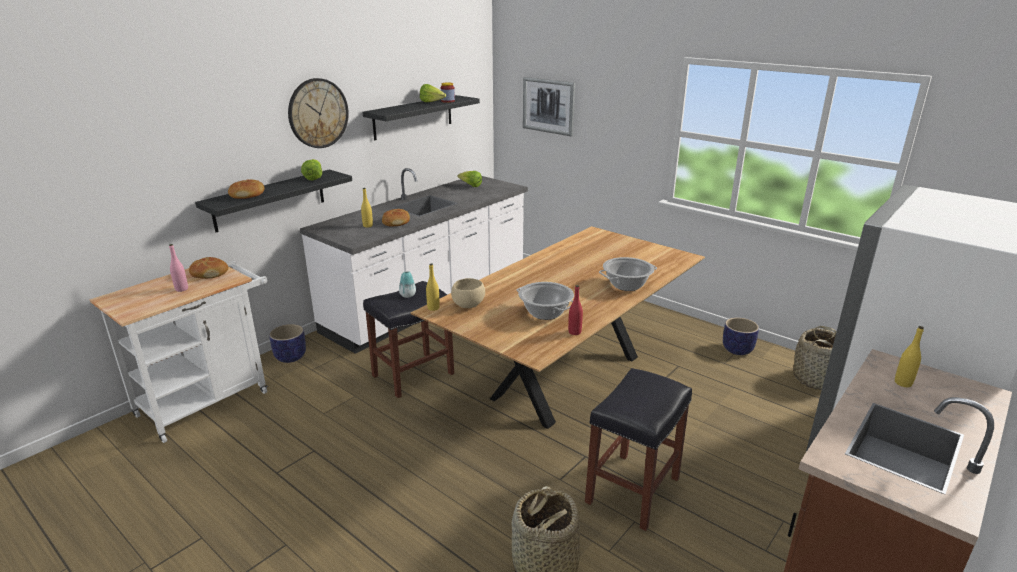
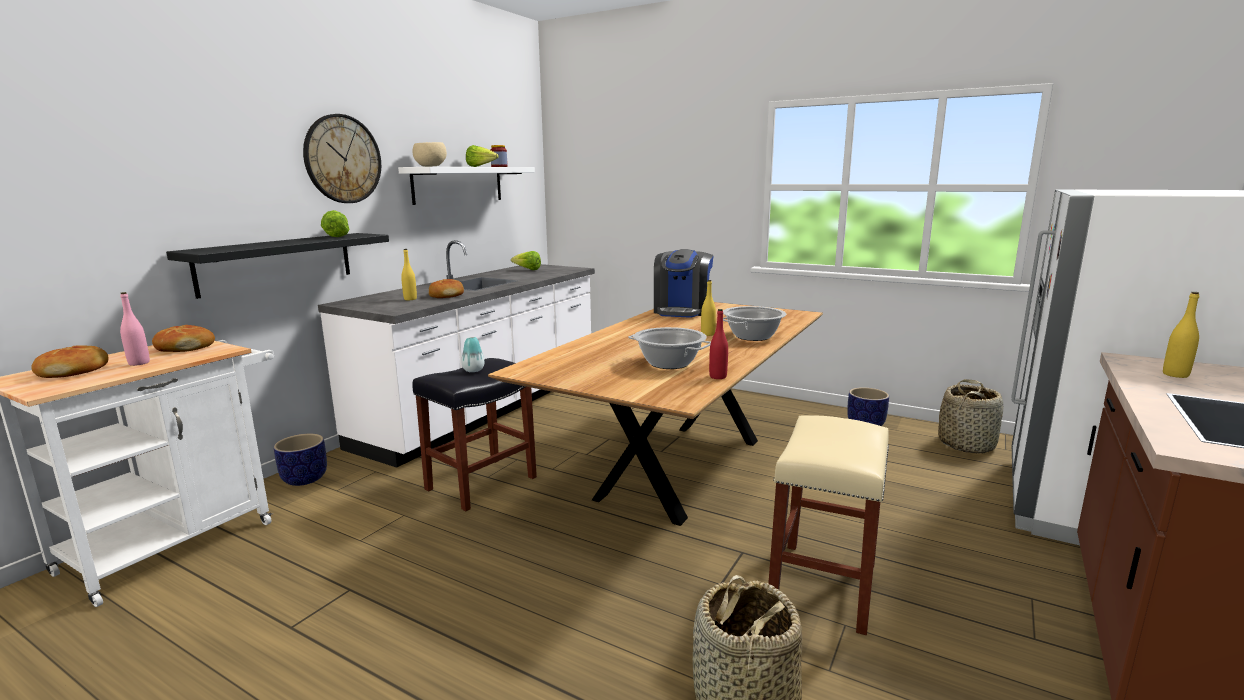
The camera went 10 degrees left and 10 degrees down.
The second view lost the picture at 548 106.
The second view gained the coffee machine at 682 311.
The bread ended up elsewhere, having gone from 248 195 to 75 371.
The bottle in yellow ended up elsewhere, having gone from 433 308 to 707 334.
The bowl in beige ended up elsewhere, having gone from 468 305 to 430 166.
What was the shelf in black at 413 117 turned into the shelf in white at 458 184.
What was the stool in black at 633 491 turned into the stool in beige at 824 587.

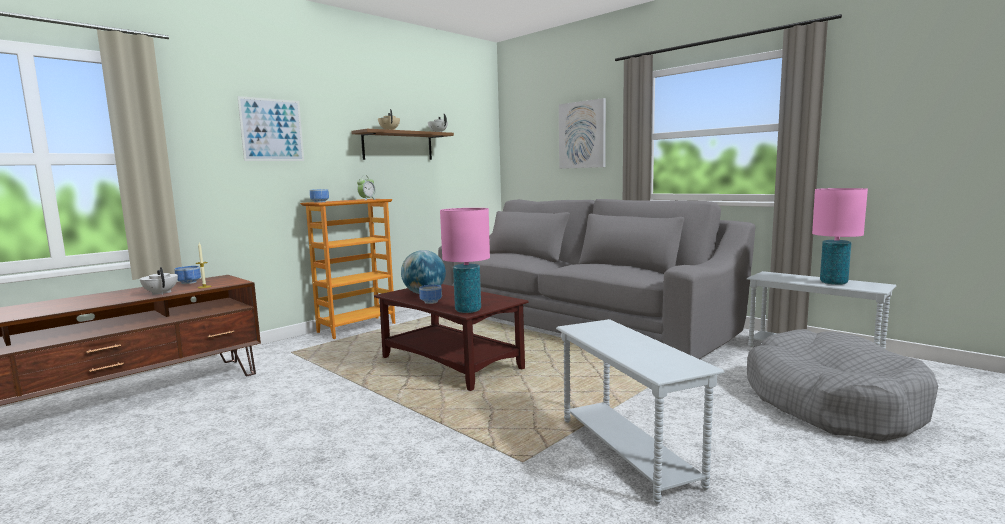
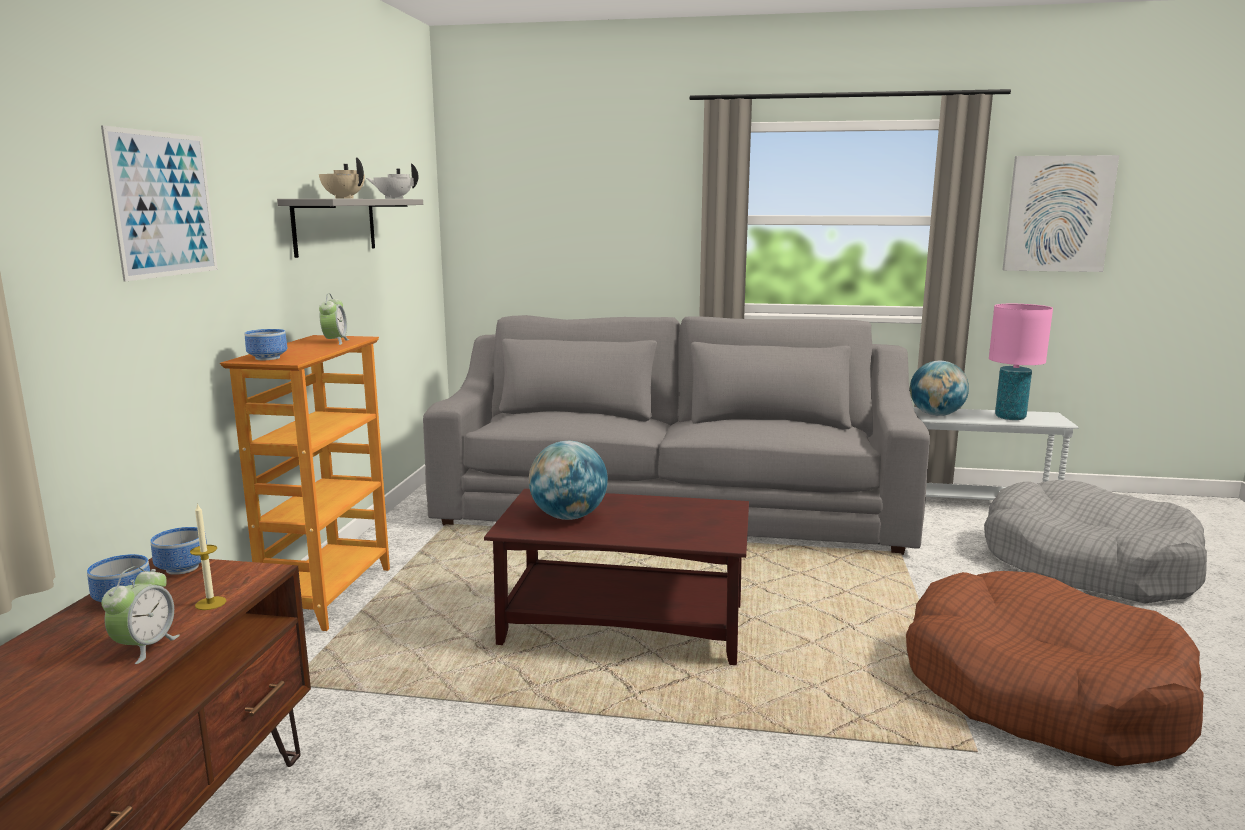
The camera went 35 degrees left and 5 degrees up.
The second view lost the table lamp in pink at 468 310.
The second view gained the globe at 936 415.
The bowl ended up elsewhere, having gone from 432 302 to 185 568.
The picture ended up elsewhere, having gone from 582 135 to 1058 214.
Where the teapot in white stood at 161 293, the alarm clock came to stand at 145 647.
Where the side table in white stood at 628 452, the dog bed in brown came to stand at 1041 691.
What was the shelf in brown at 398 146 turned into the shelf in grey at 335 225.

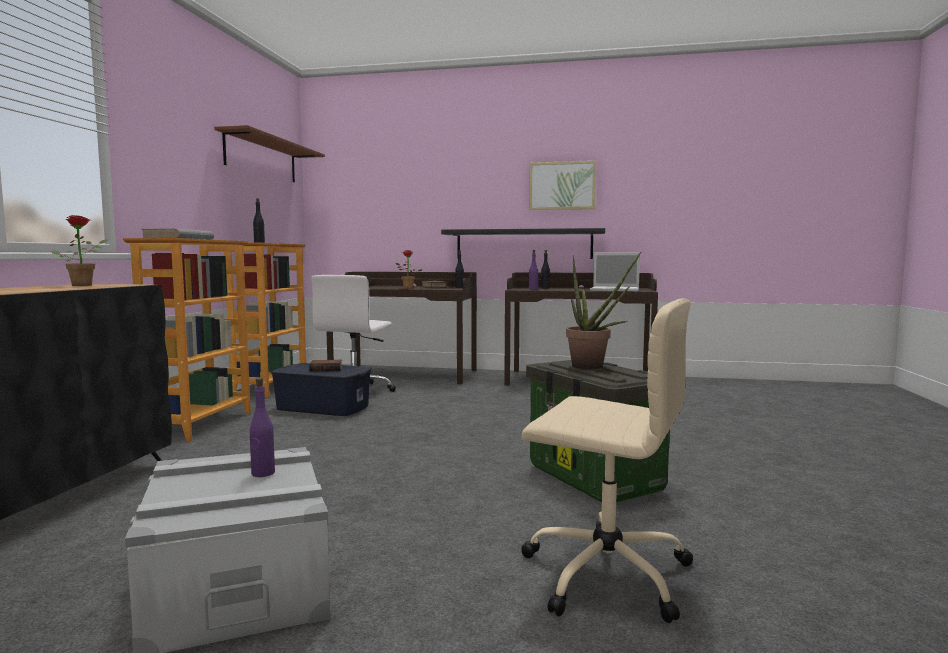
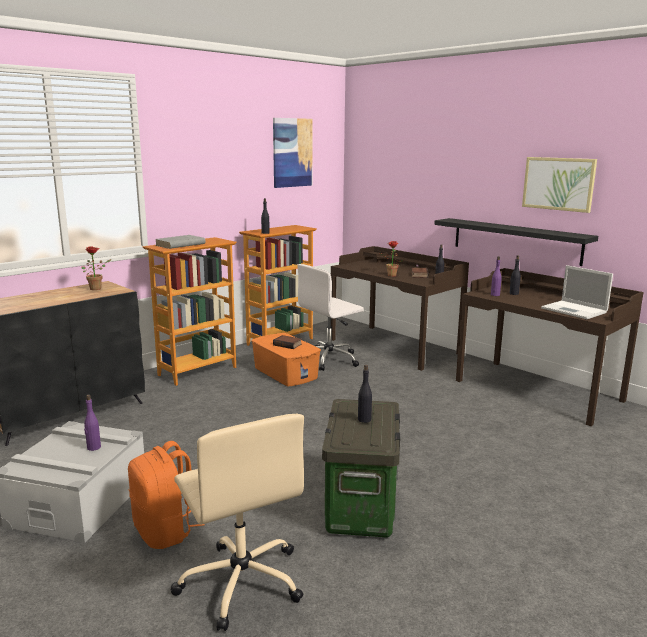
The camera went 35 degrees right and 10 degrees up.
The second view gained the backpack in orange at 164 532.
Where the shelf in brown hung at 261 158, the picture came to hang at 292 152.
Where the potted plant stood at 593 367, the bottle in black came to stand at 364 419.
What was the storage box in blue at 323 407 turned into the storage box in orange at 285 373.

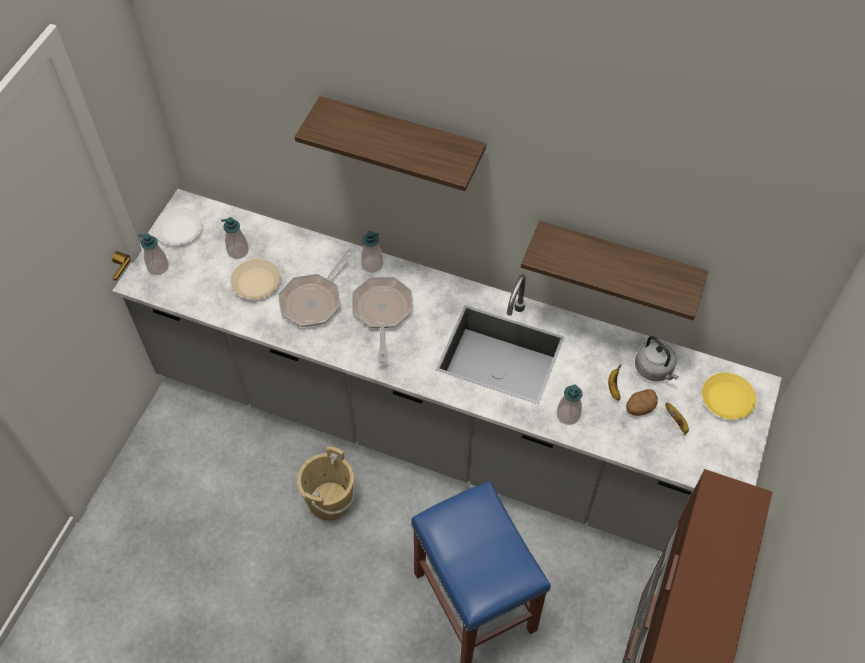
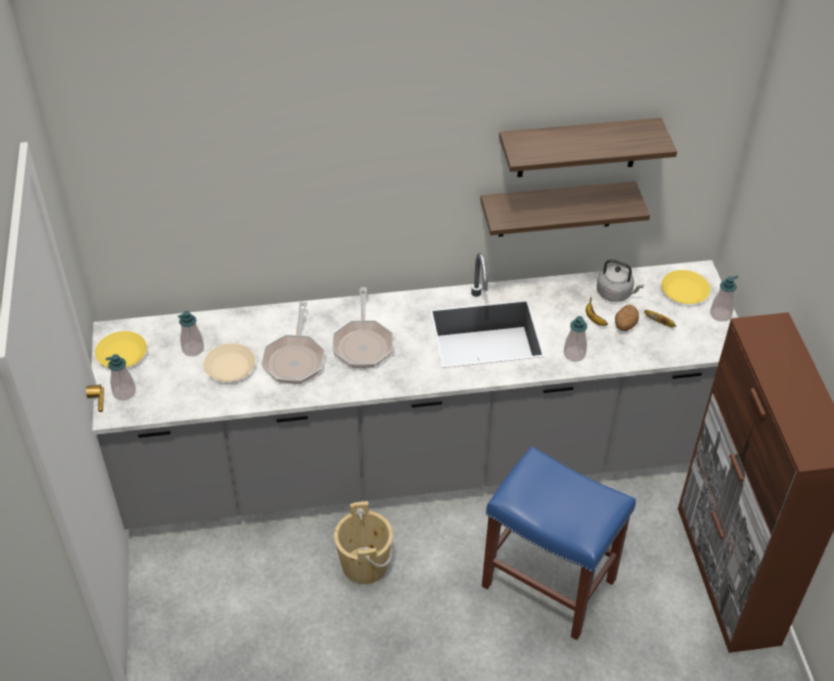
The camera went 30 degrees left and 10 degrees down.
The shelf ended up elsewhere, having gone from 402 141 to 577 148.
The soap dispenser ended up elsewhere, having gone from 372 264 to 720 314.
What was the plate in white at 179 230 turned into the plate in yellow at 121 354.
The frying pan at 382 312 ended up facing another way, 150 degrees counterclockwise from before.

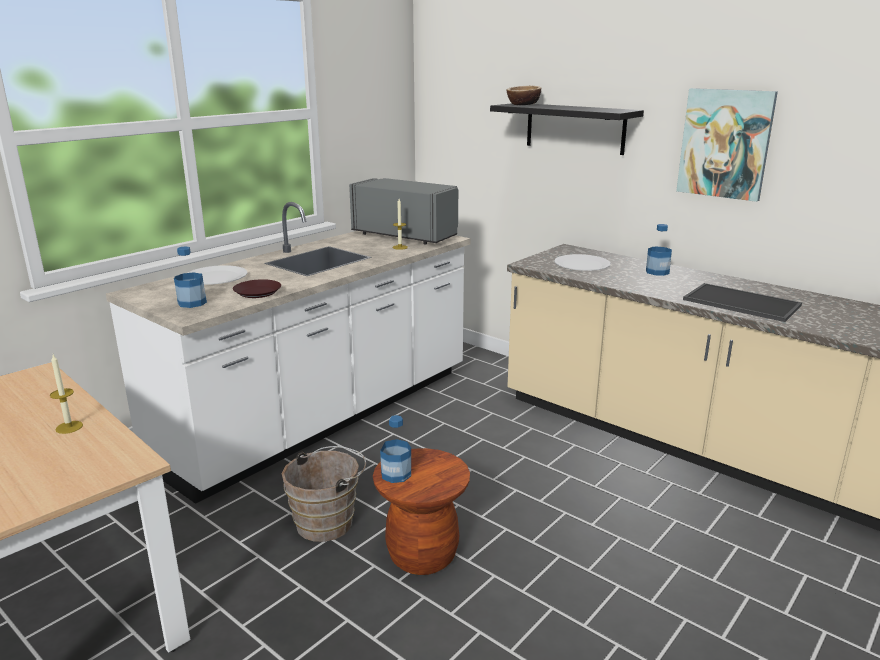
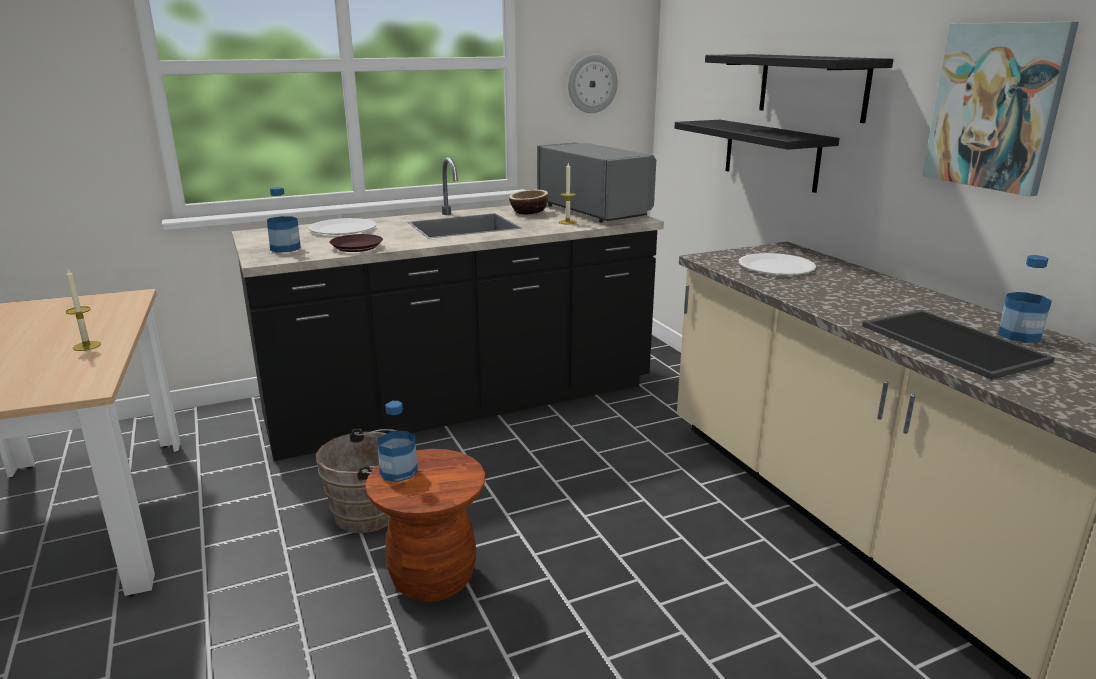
The camera went 25 degrees right and 0 degrees up.
The second view gained the wall clock at 592 84.
The second view gained the shelf in black at 771 154.
The bowl ended up elsewhere, having gone from 523 104 to 529 212.
The bottle ended up elsewhere, having gone from 657 272 to 1019 335.
What was the counter in white at 321 416 turned into the counter in black at 461 403.

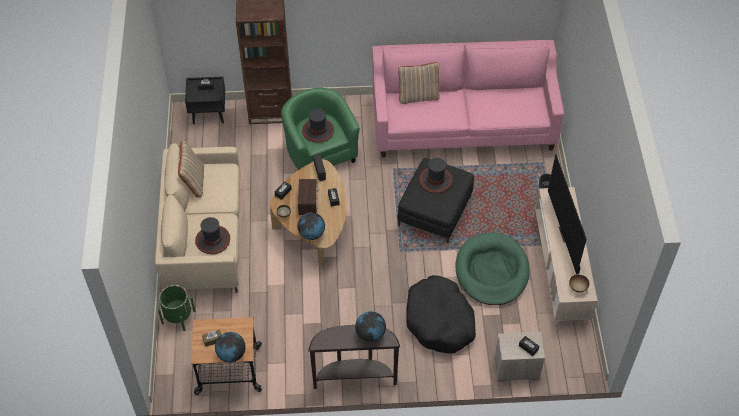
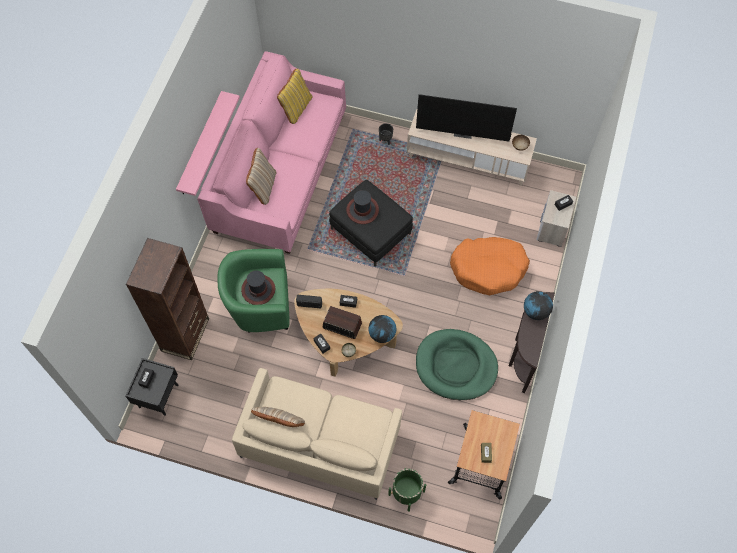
The camera went 70 degrees left and 10 degrees up.
The second view lost the hat at 212 240.
The second view lost the globe at 231 354.
The second view gained the shelf in pink at 200 144.
The second view gained the pillow in yellow at 296 108.
The dog bed in green ended up elsewhere, having gone from 492 271 to 456 366.
What was the dog bed in black at 440 321 turned into the dog bed in orange at 488 268.

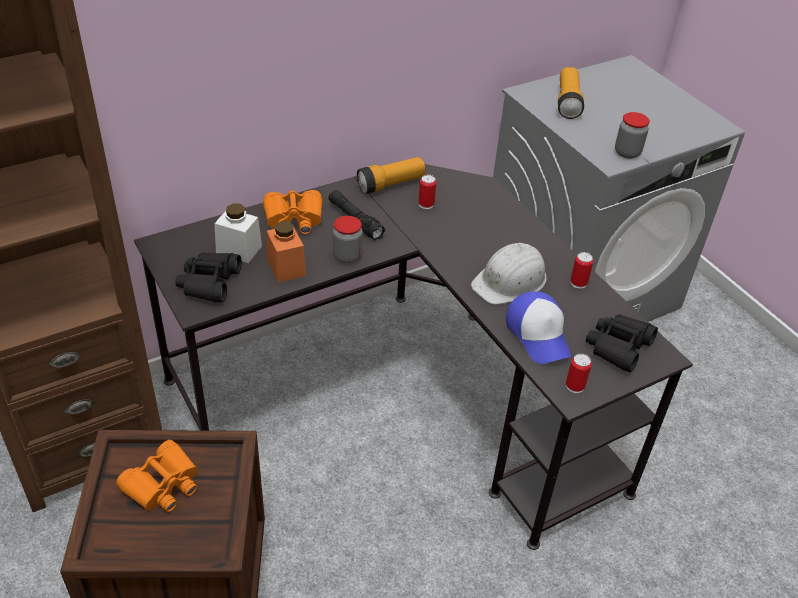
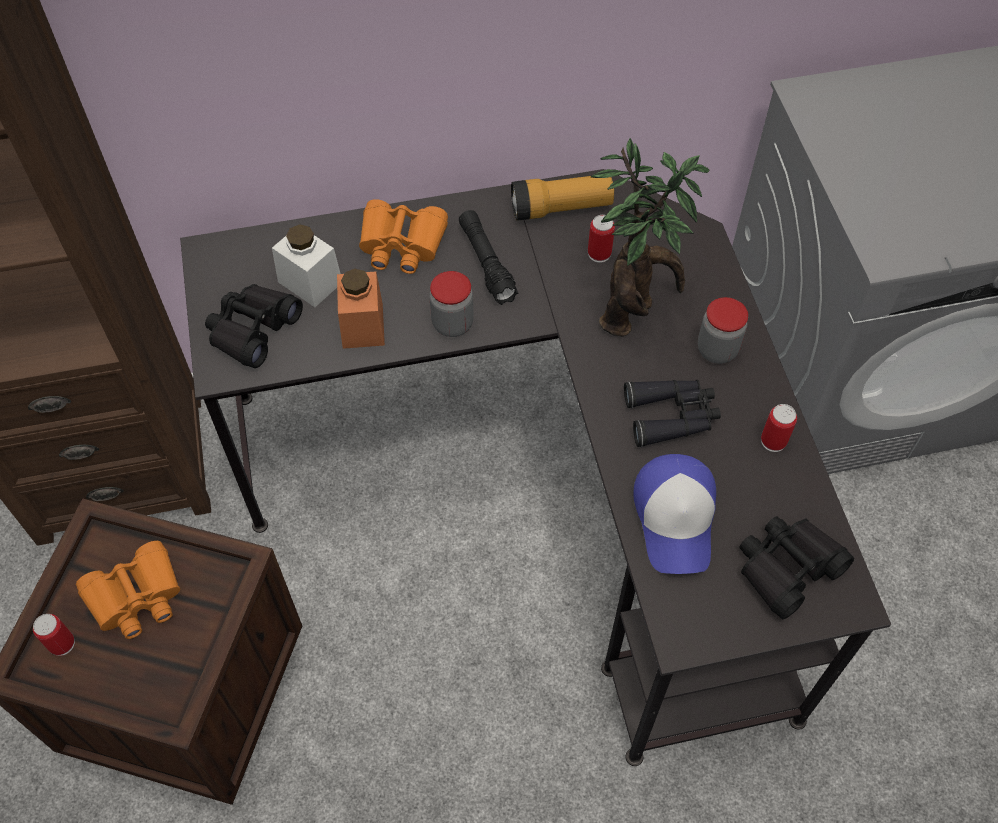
The camera went 20 degrees right and 15 degrees up.
The second view lost the flashlight at 567 102.
The second view gained the potted plant at 634 310.
The can ended up elsewhere, having gone from 575 386 to 62 643.
The jar ended up elsewhere, having gone from 627 153 to 717 350.
Where the hard hat in white stood at 510 281, the binoculars in black came to stand at 671 416.

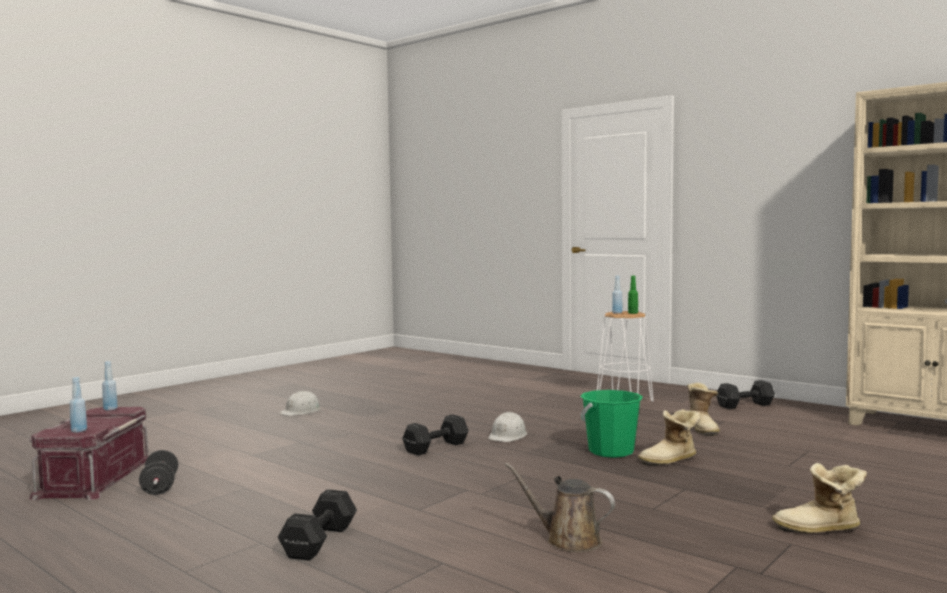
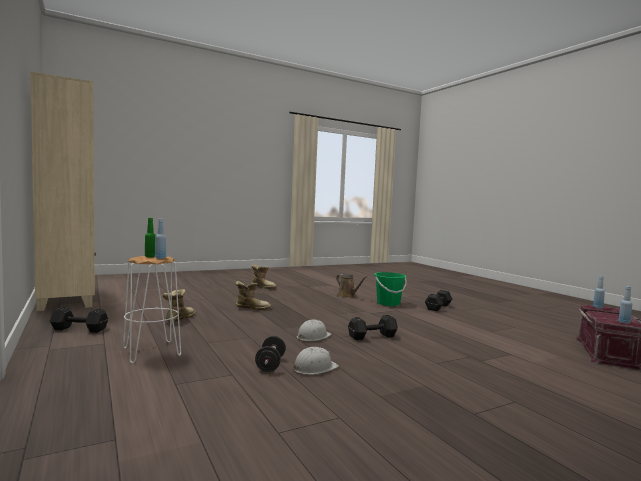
The camera went 160 degrees left and 0 degrees up.
The dumbbell in black ended up elsewhere, having gone from 160 487 to 270 364.
The hard hat in white ended up elsewhere, having gone from 301 411 to 314 368.
The bucket in green ended up elsewhere, having gone from 611 451 to 388 303.

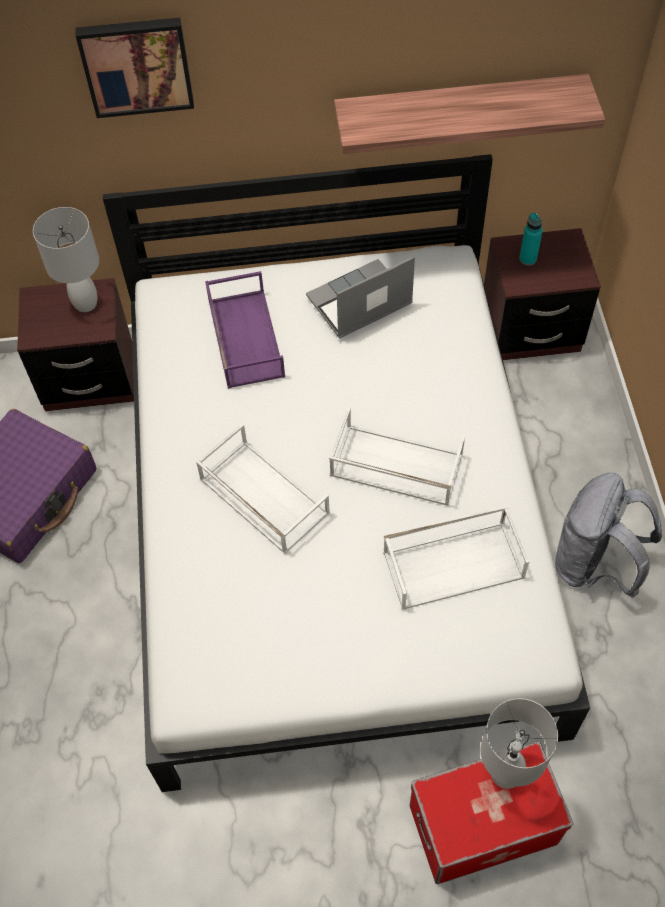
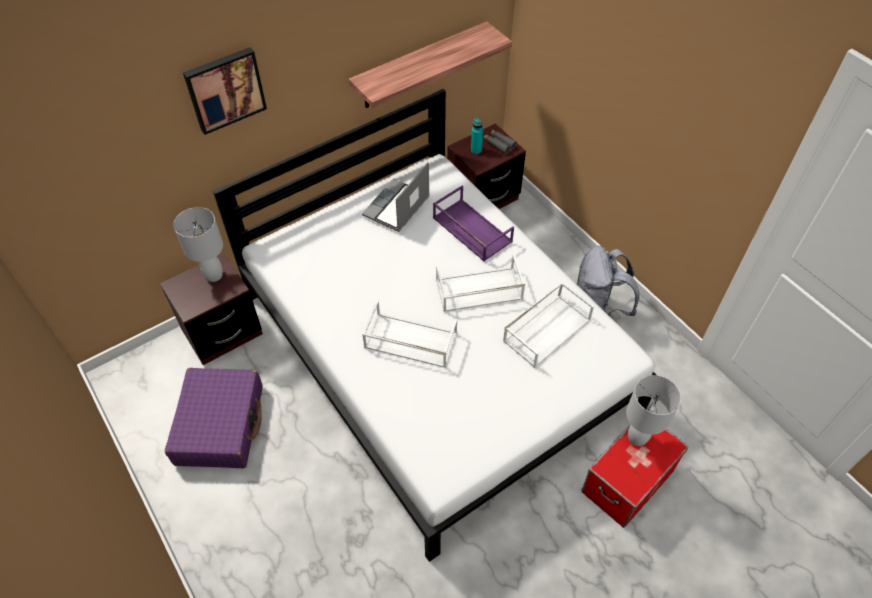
The camera went 30 degrees left and 5 degrees down.
The second view gained the binoculars in grey at 499 144.
The tray in purple ended up elsewhere, having gone from 244 337 to 471 229.

